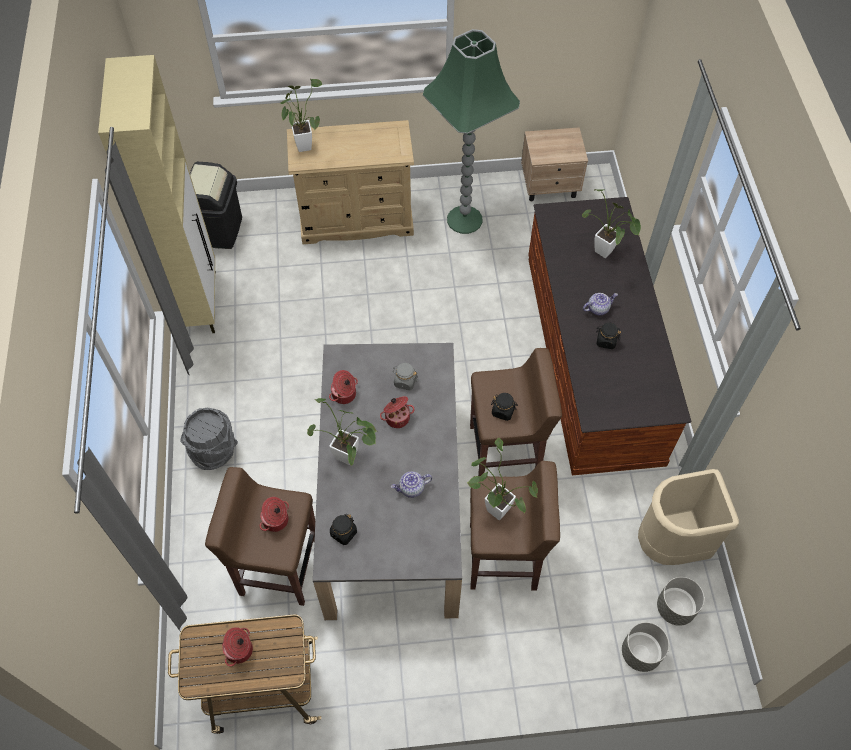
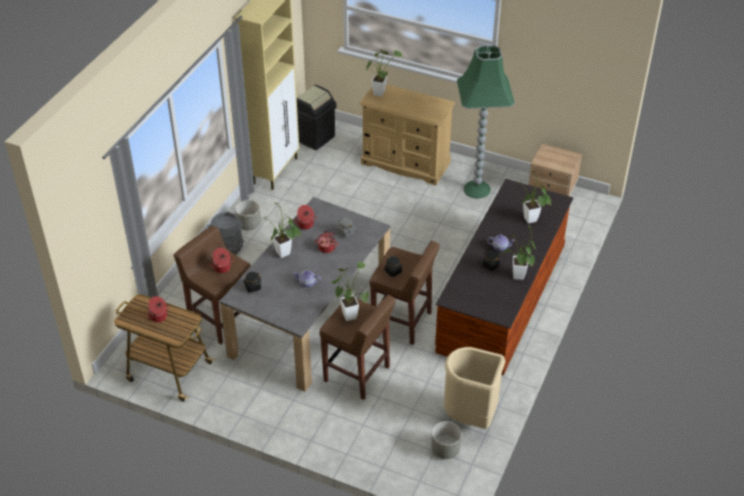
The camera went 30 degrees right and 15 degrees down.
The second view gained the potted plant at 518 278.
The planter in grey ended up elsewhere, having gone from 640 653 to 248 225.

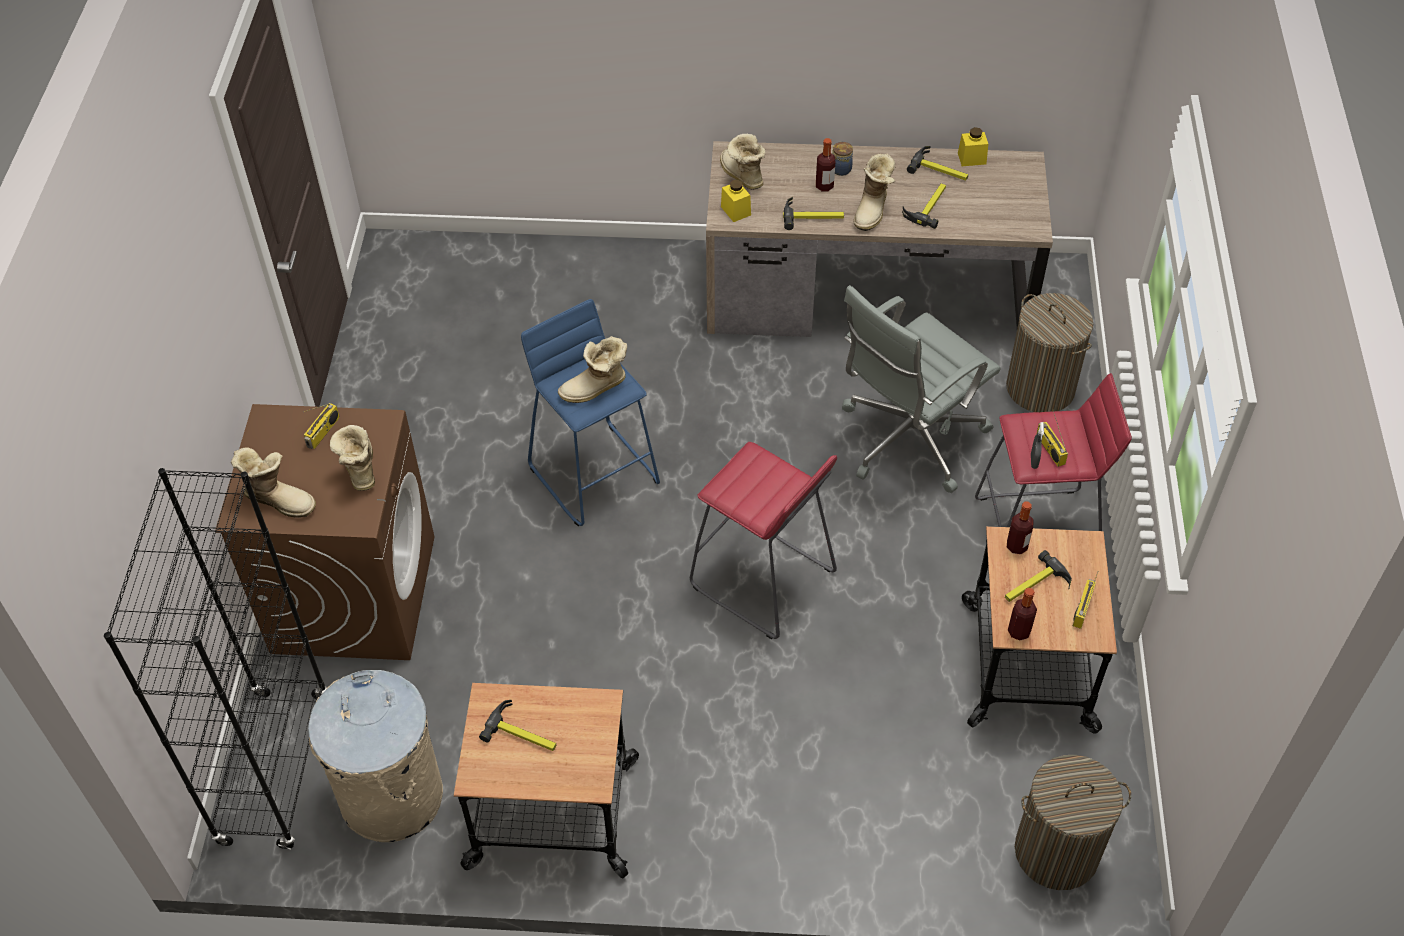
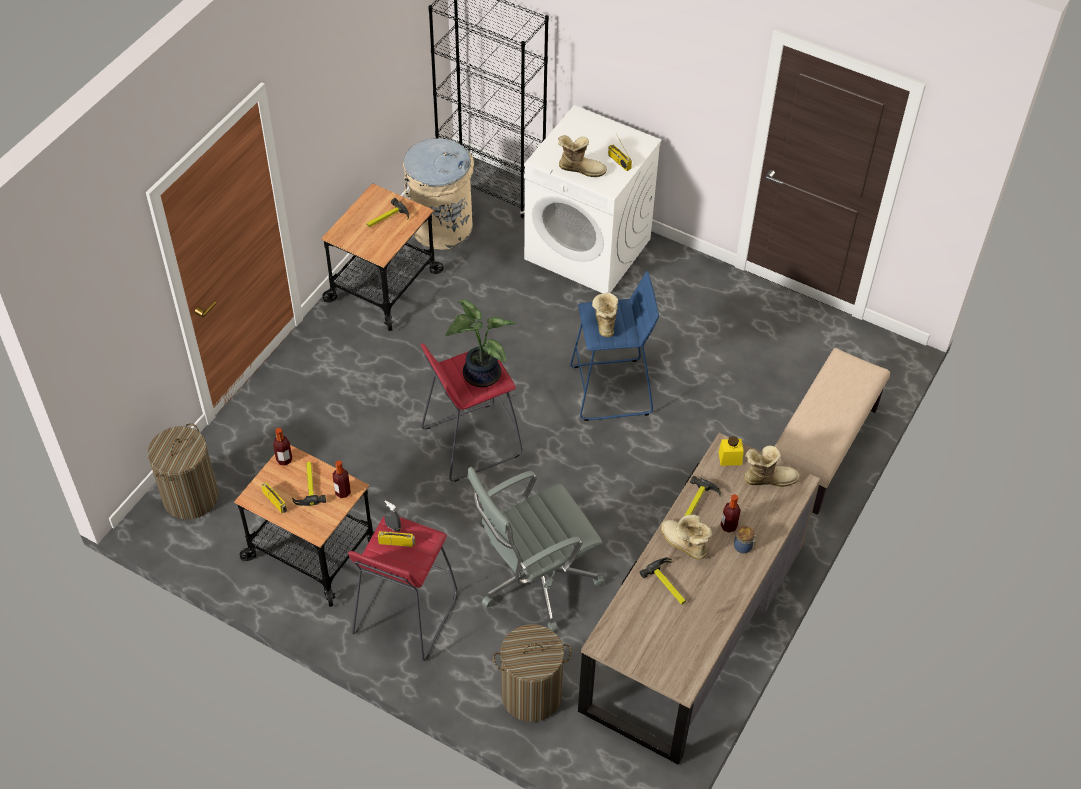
The camera went 115 degrees right and 0 degrees up.
The second view lost the boot at 279 499.
The second view lost the hammer at 940 170.
The second view lost the jar in yellow at 971 158.
The second view gained the potted plant at 479 375.
The second view gained the bench in beige at 822 450.
What was the washing machine in brown at 353 593 turned into the washing machine in white at 588 249.
The office chair in grey at 908 439 ended up facing another way, 105 degrees counterclockwise from before.

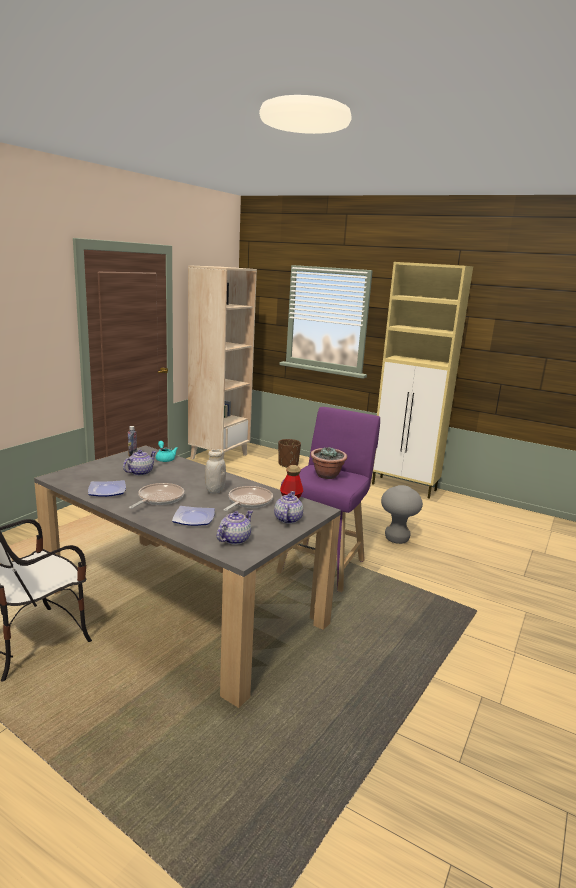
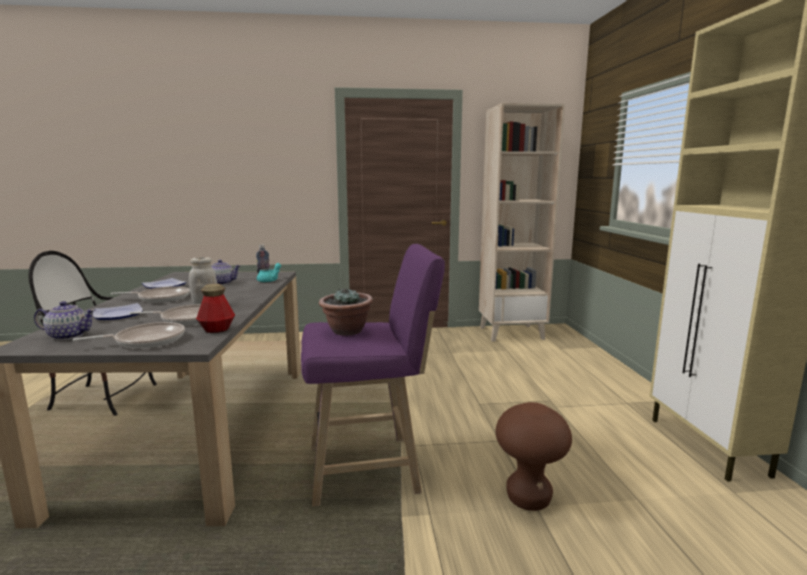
The camera went 55 degrees right and 5 degrees down.
The second view lost the planter in brown at 288 464.
Where the teapot stood at 287 519, the frying pan came to stand at 146 341.
What was the stool in grey at 396 539 turned into the stool in brown at 528 499.

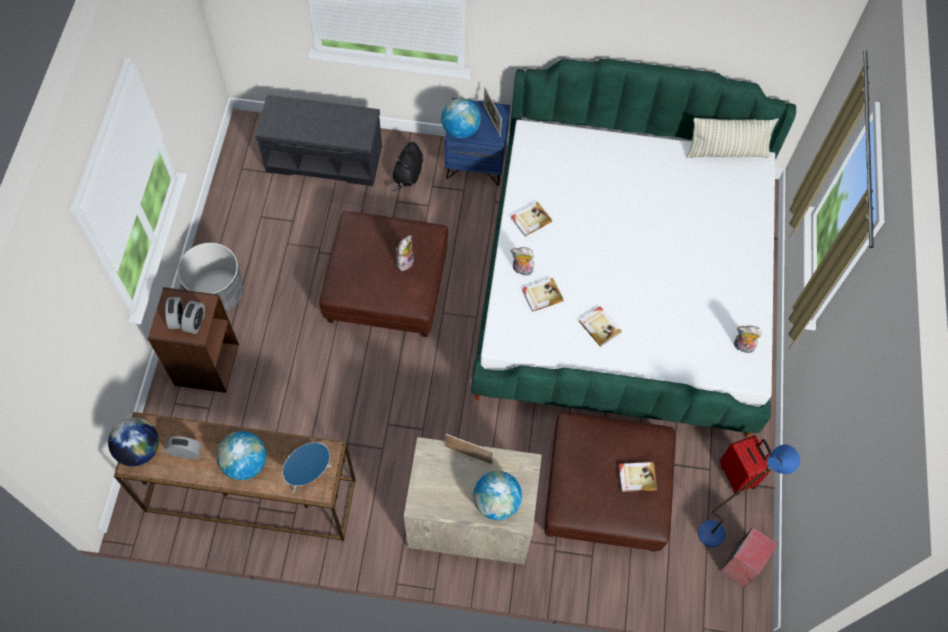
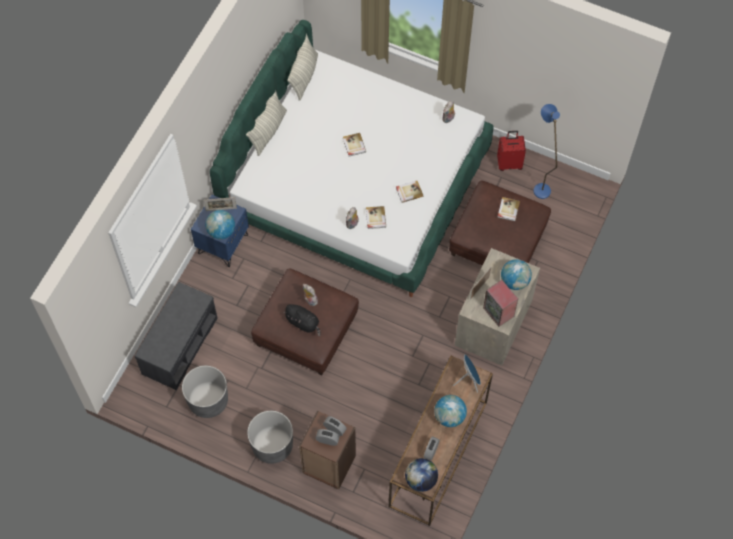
The camera went 70 degrees left and 0 degrees up.
The second view gained the planter in grey at 208 400.
The second view gained the pillow at 268 131.
The plush toy in black ended up elsewhere, having gone from 408 175 to 303 323.
The book ended up elsewhere, having gone from 530 220 to 354 145.
The speaker ended up elsewhere, having gone from 741 565 to 499 312.

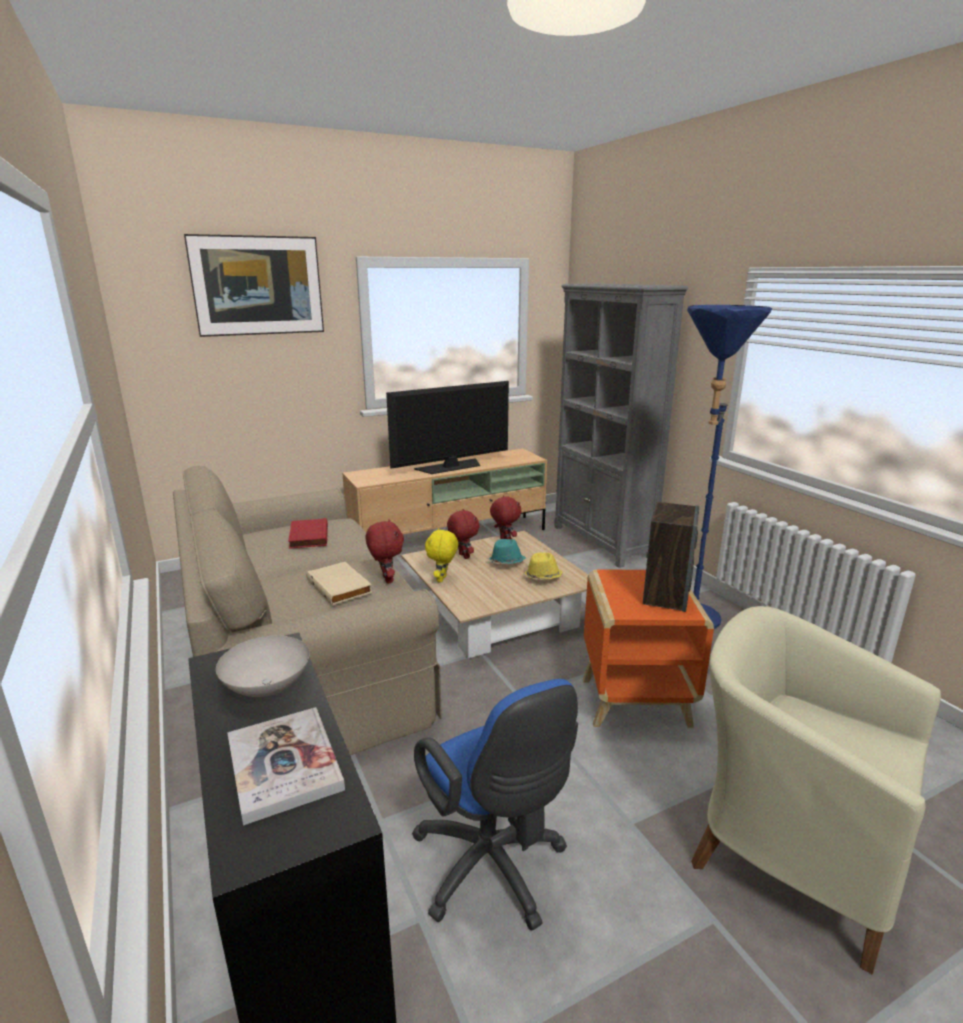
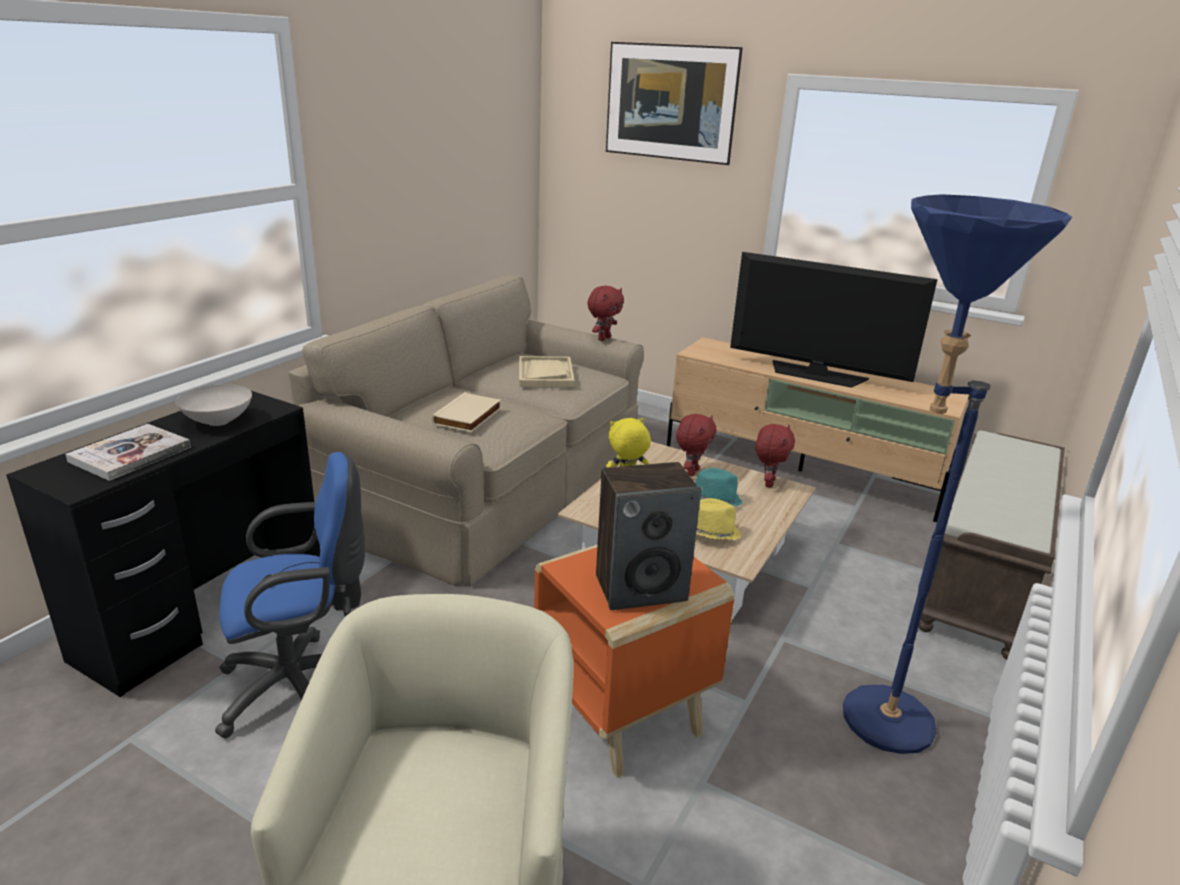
The camera went 55 degrees right and 5 degrees up.
The plush toy in red ended up elsewhere, having gone from 386 579 to 603 338.
Where the book in red stood at 307 536, the tray in beige came to stand at 545 374.
Where the bookcase in grey stood at 602 542, the bench in brown came to stand at 983 578.
The office chair in blue at 493 870 ended up facing another way, 135 degrees counterclockwise from before.

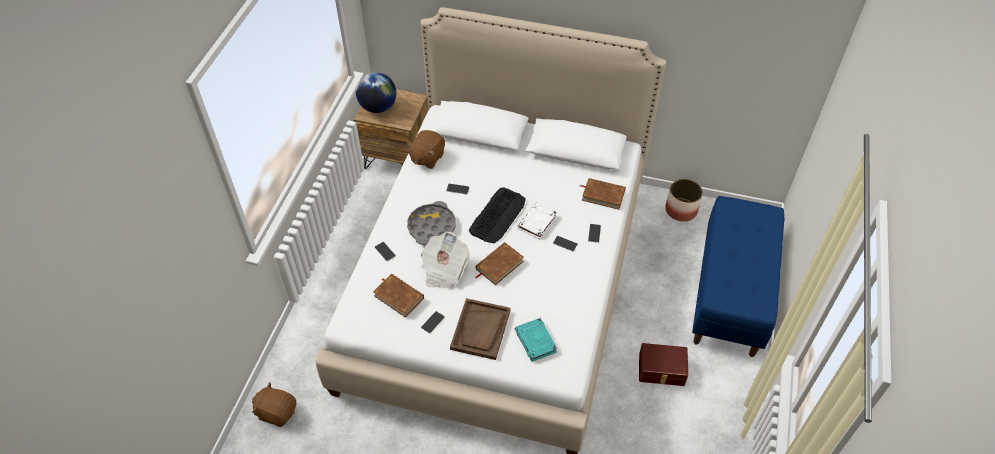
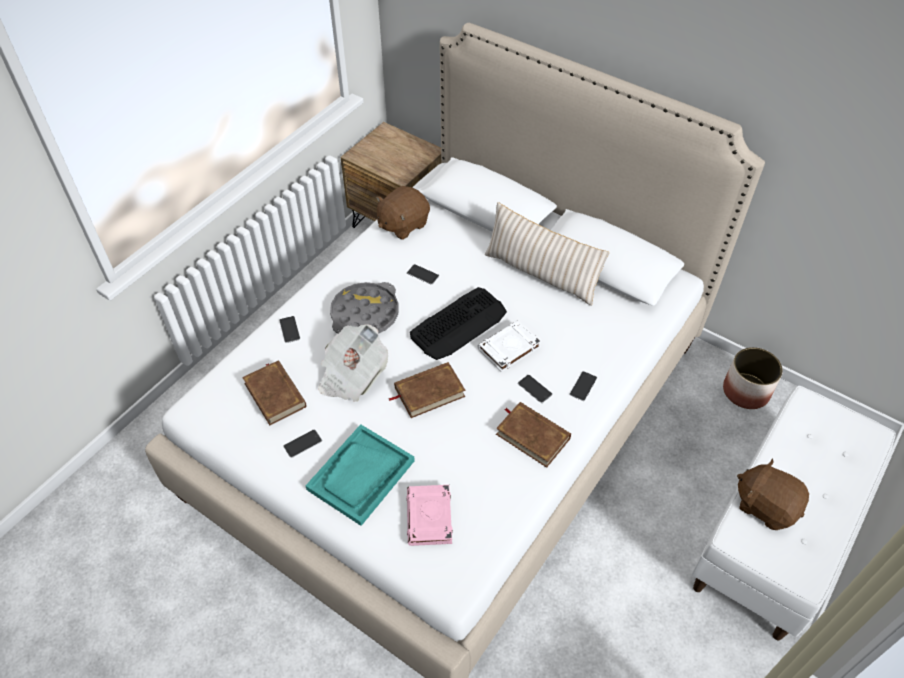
The camera went 20 degrees right and 0 degrees up.
The second view lost the globe at 378 107.
The second view lost the storage box in brown at 661 370.
The second view gained the pillow in beige at 541 274.
The plush toy in brown ended up elsewhere, having gone from 277 412 to 766 505.
The book in brown ended up elsewhere, having gone from 603 195 to 532 436.
What was the tray in brown at 480 330 turned into the tray in turquoise at 361 475.
What was the book in turquoise at 536 342 turned into the book in pink at 429 518.
What was the bench in blue at 731 295 turned into the bench in white at 776 535.

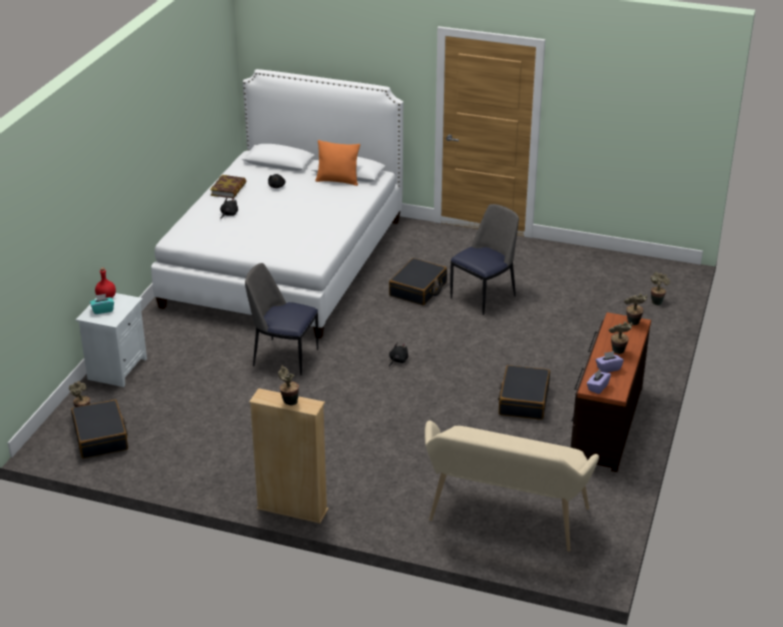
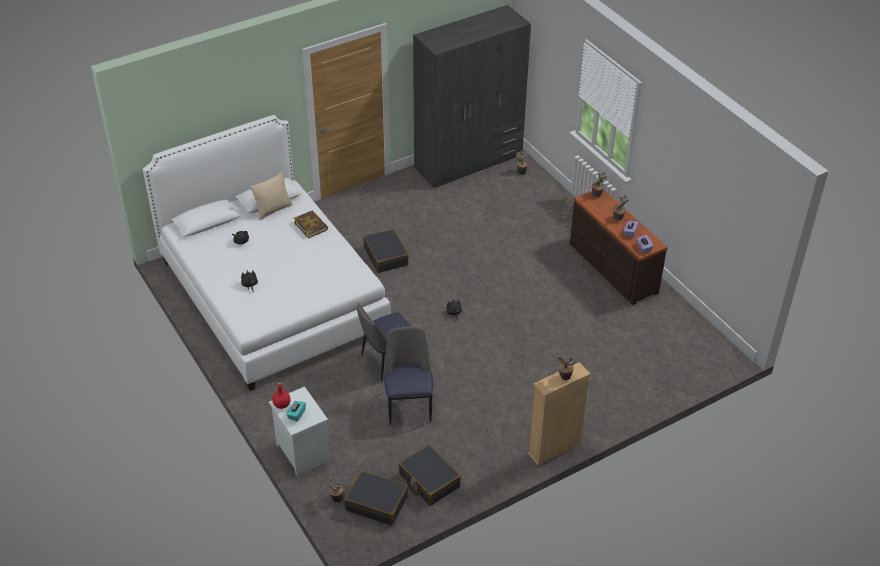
The camera went 50 degrees left and 10 degrees up.
The second view lost the bench in beige at 504 518.
The second view gained the wardrobe in grey at 469 161.
The book ended up elsewhere, having gone from 228 189 to 311 226.
The chair ended up elsewhere, having gone from 484 296 to 408 404.
The suitcase in black ended up elsewhere, having gone from 523 400 to 429 481.
What was the pillow in orange at 337 181 turned into the pillow in beige at 273 210.

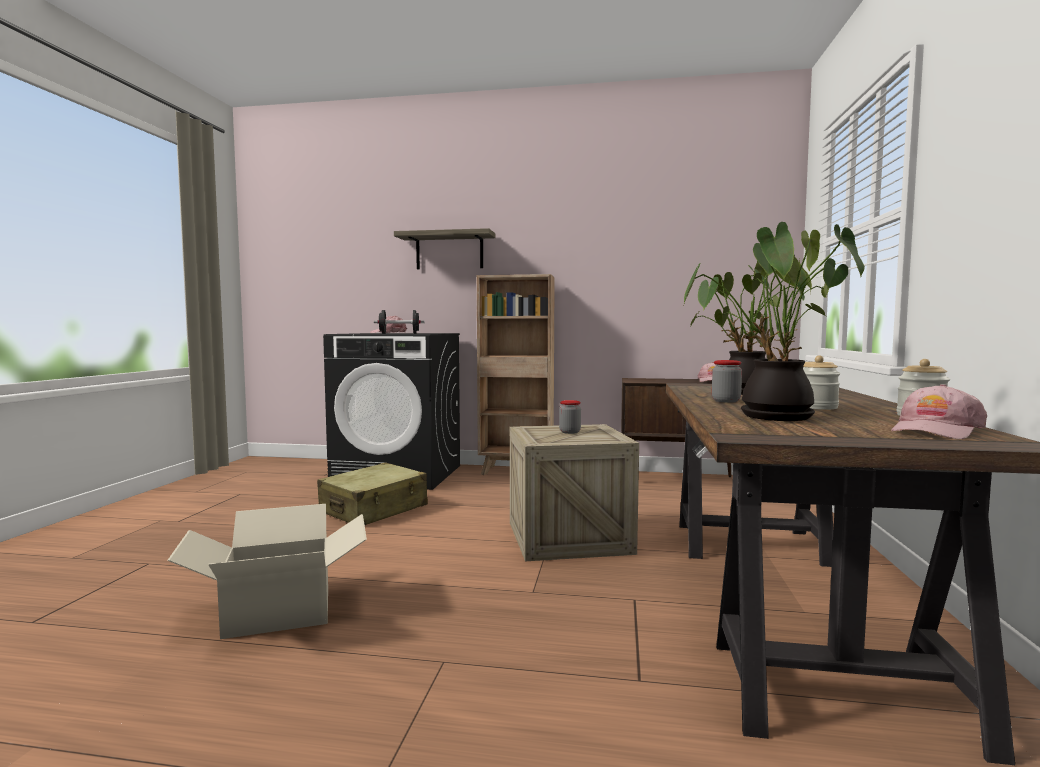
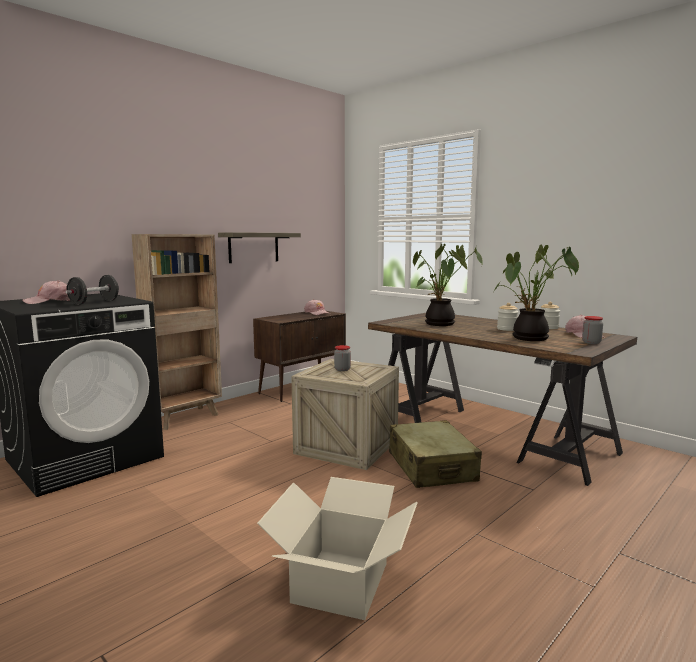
The camera went 55 degrees left and 5 degrees up.
The suitcase in beige ended up elsewhere, having gone from 374 509 to 431 467.
The shelf ended up elsewhere, having gone from 449 251 to 253 247.
The jar ended up elsewhere, having gone from 726 401 to 591 342.

